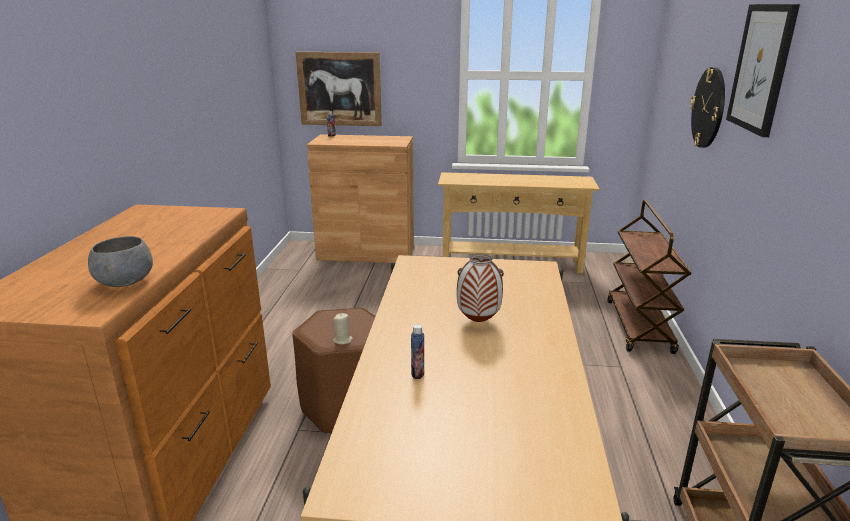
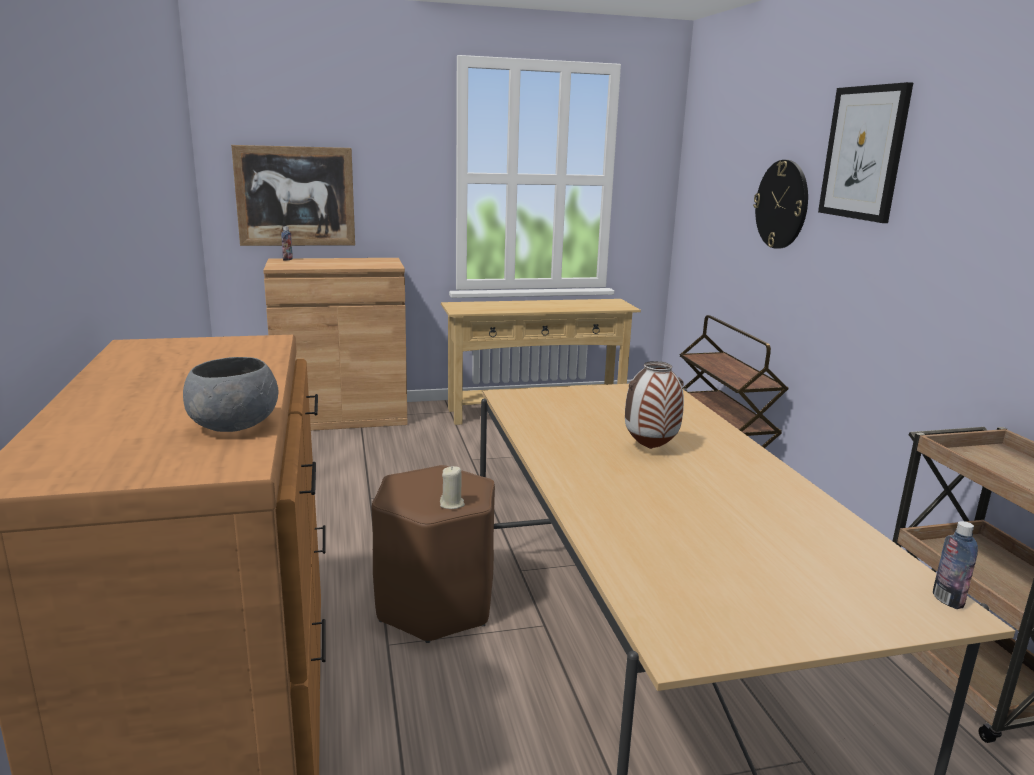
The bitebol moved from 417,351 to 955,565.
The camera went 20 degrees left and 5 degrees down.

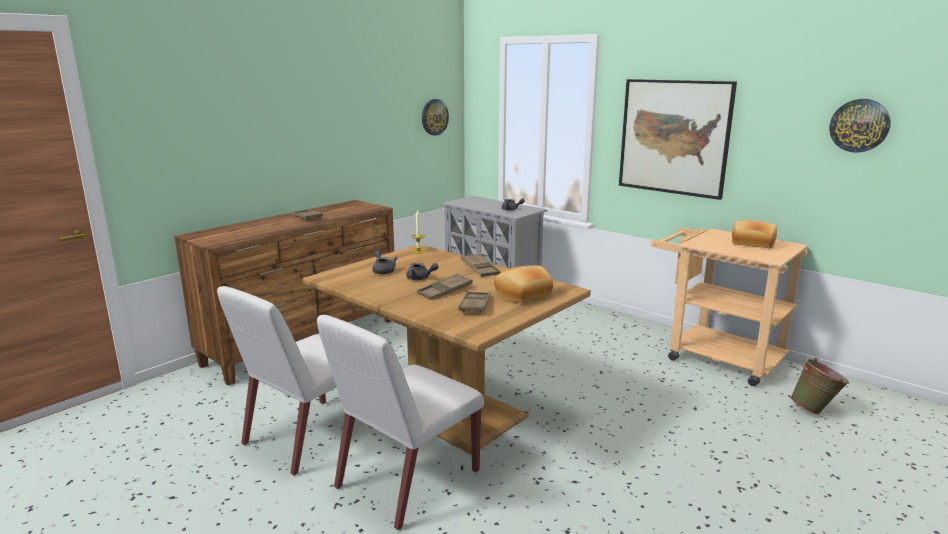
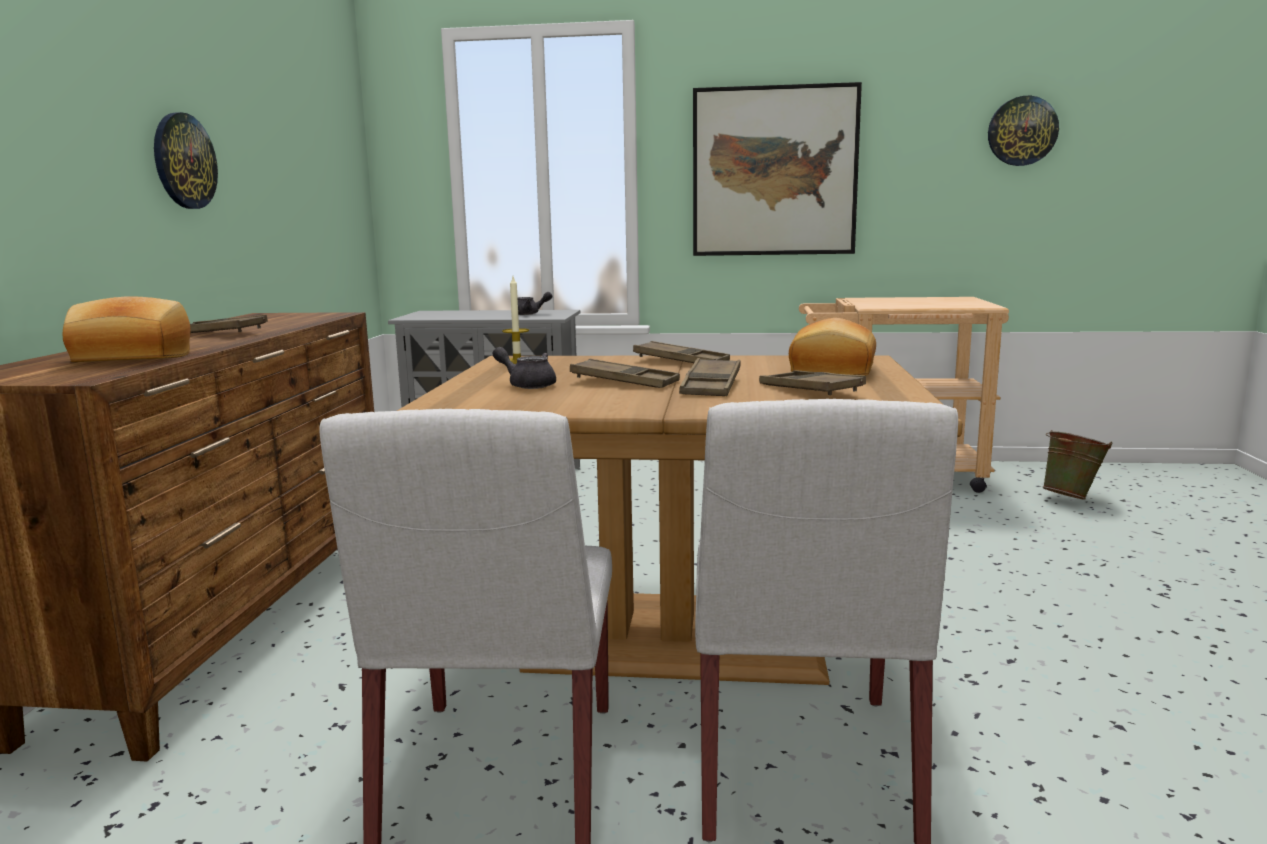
The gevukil moved from 754,234 to 127,329.
The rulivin moved from 435,117 to 186,160.
The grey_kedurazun at 422,271 was replaced by the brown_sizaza at 625,373.
The camera went 35 degrees left and 5 degrees down.

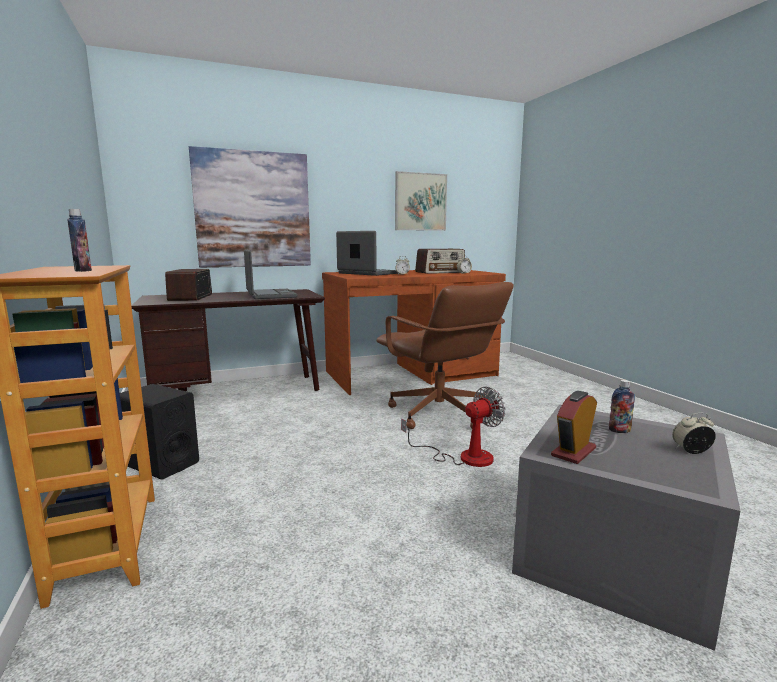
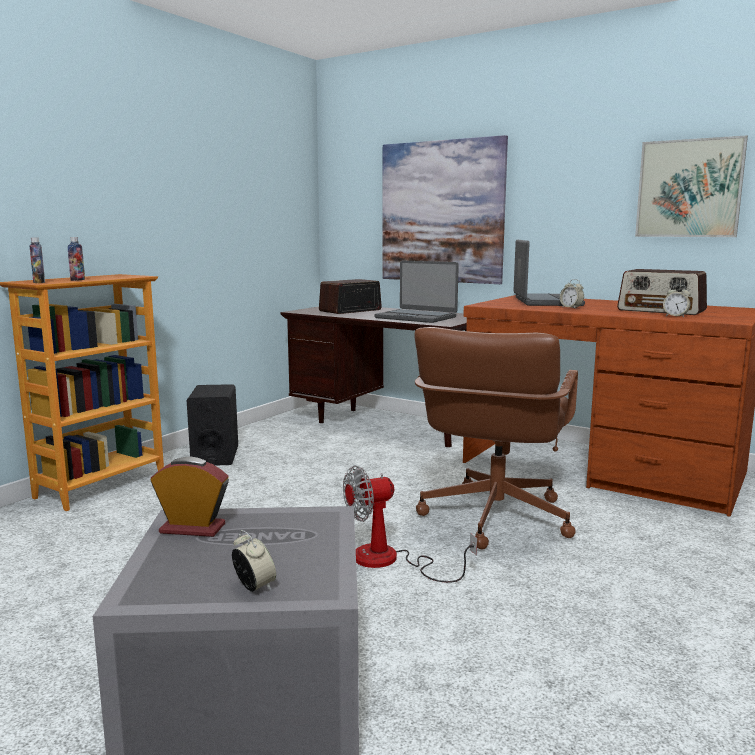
The bitebol moved from 622,406 to 37,260.
The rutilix at 453,427 turned 135 degrees clockwise.
The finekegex at 271,274 turned 90 degrees clockwise.
The camera went 55 degrees right and 0 degrees up.

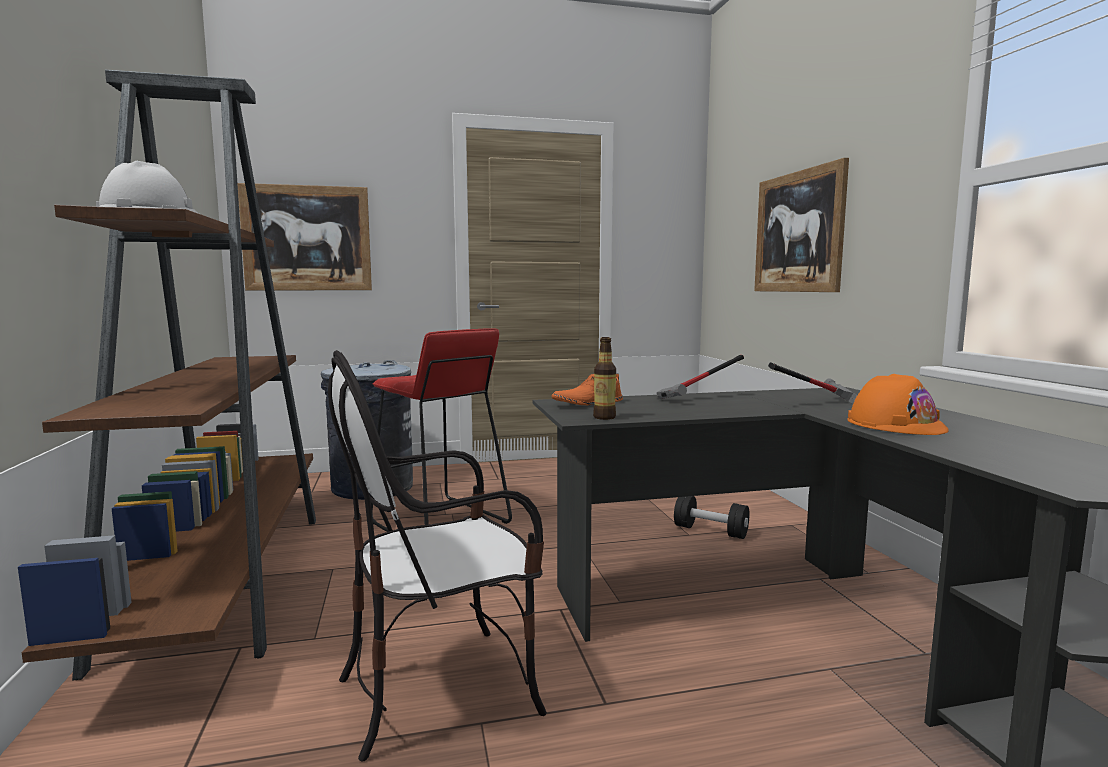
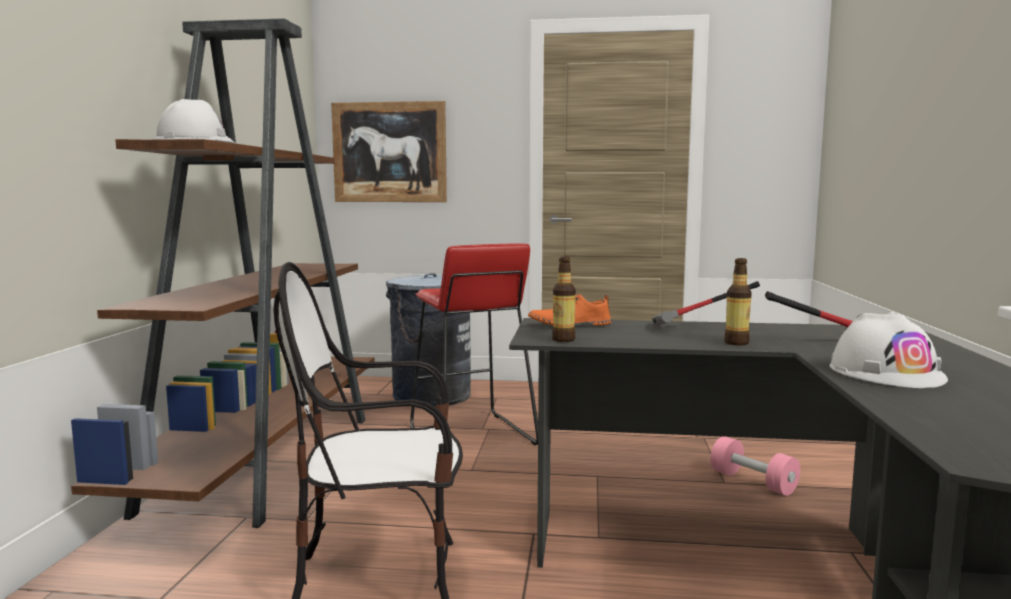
The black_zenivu at 711,517 became the pink_zenivu at 755,466.
The bitebol at 738,301 appeared.
The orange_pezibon at 898,404 became the white_pezibon at 889,350.
The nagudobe at 801,225 disappeared.
The camera went 20 degrees right and 0 degrees up.

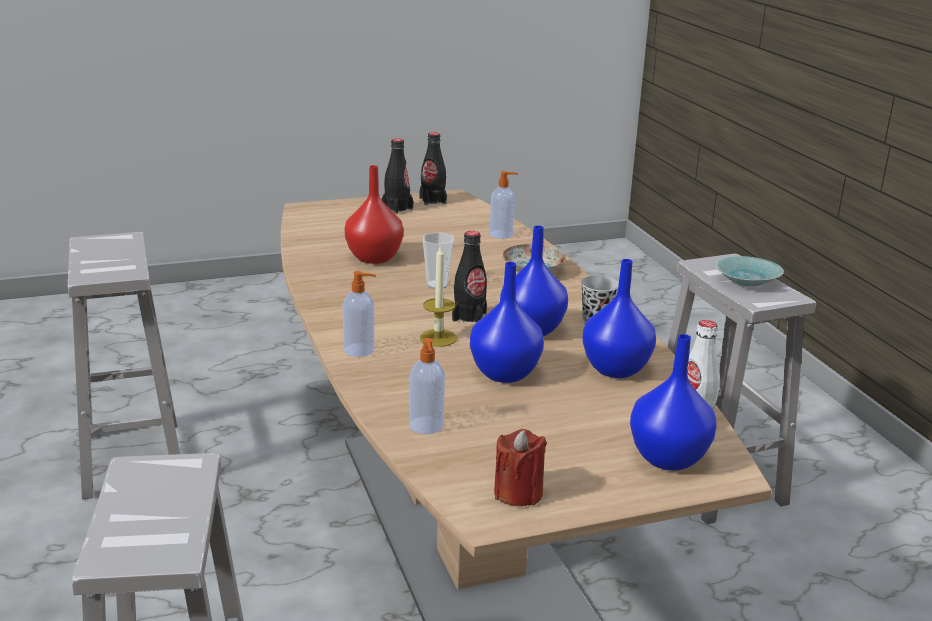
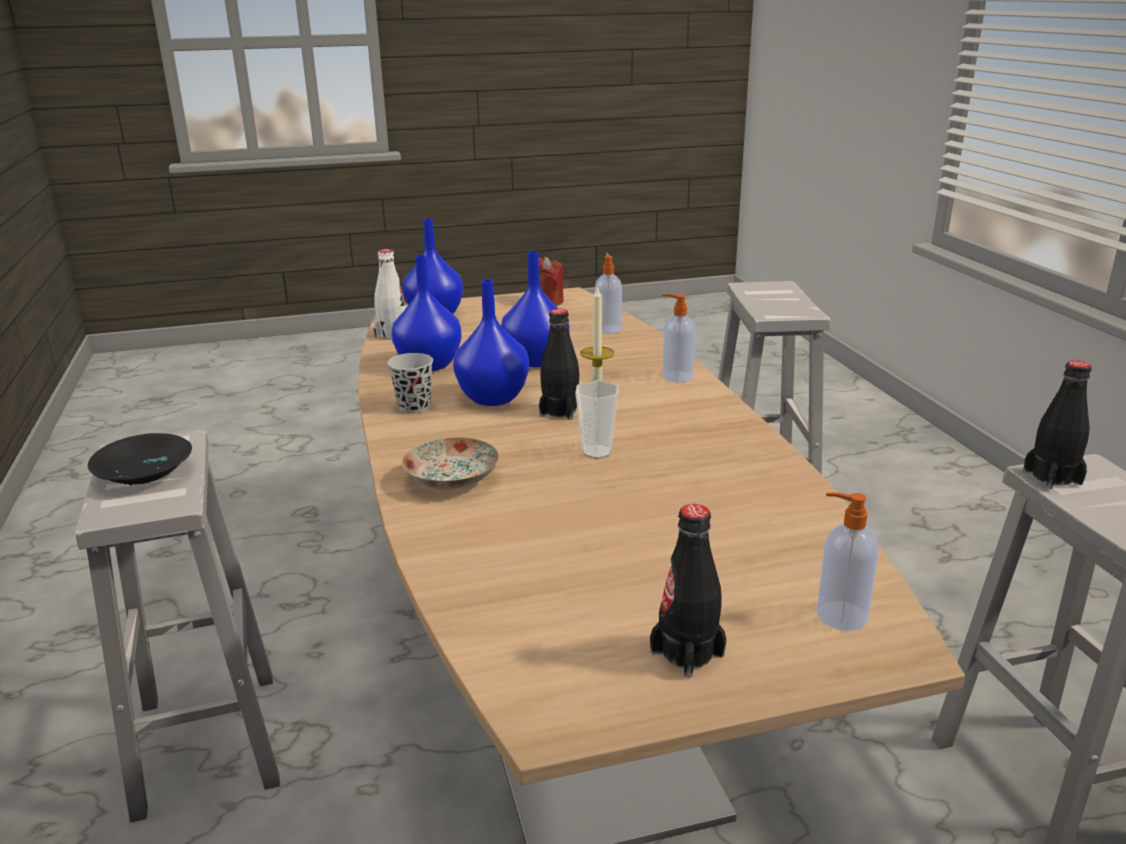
The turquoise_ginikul at 750,271 became the black_ginikul at 140,459.
The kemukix moved from 503,205 to 848,561.
The black_bitebol moved from 433,168 to 1057,424.
The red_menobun at 374,214 disappeared.
The camera went 175 degrees left and 0 degrees up.

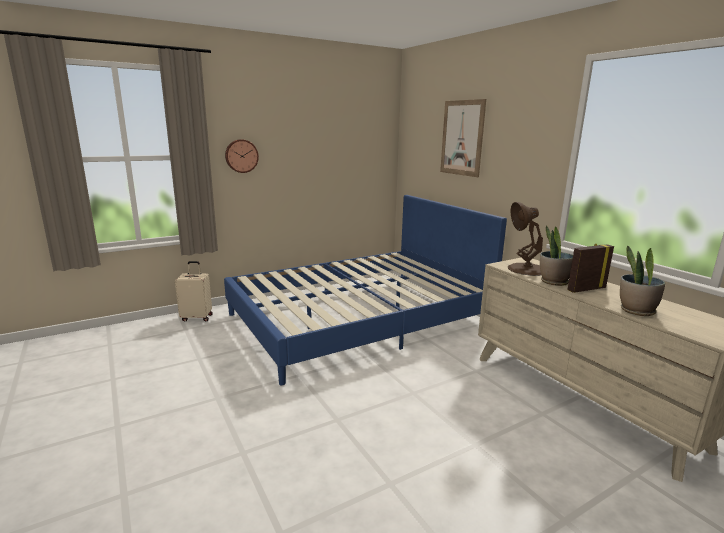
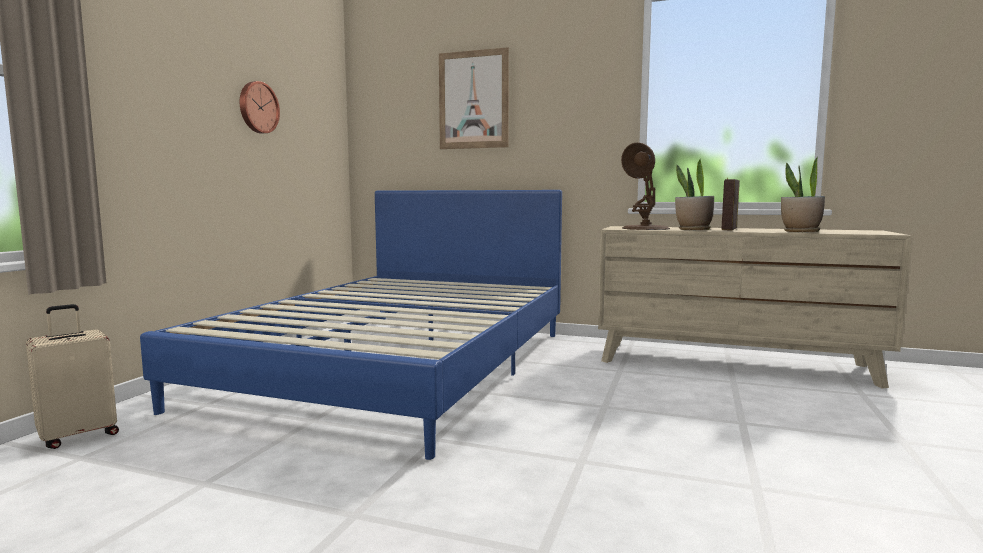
The rulivin moved from 242,156 to 260,107.
The camera went 40 degrees left and 10 degrees down.

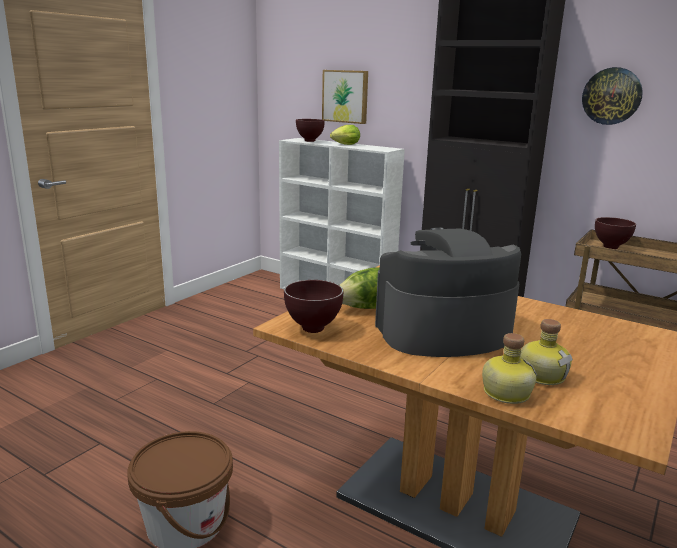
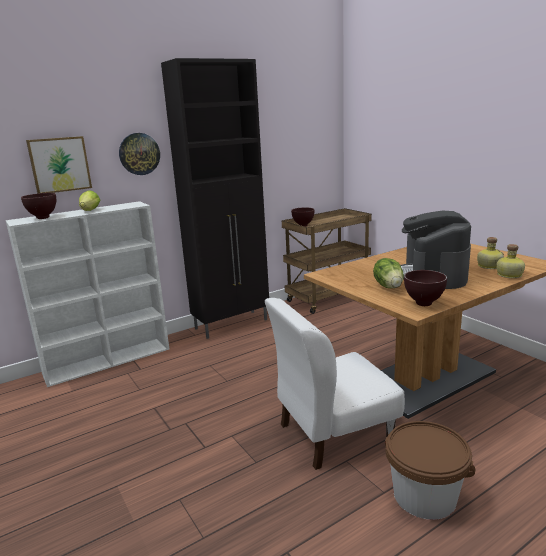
The rulivin moved from 612,96 to 139,154.
The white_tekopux at 335,384 appeared.
The camera went 65 degrees left and 0 degrees up.

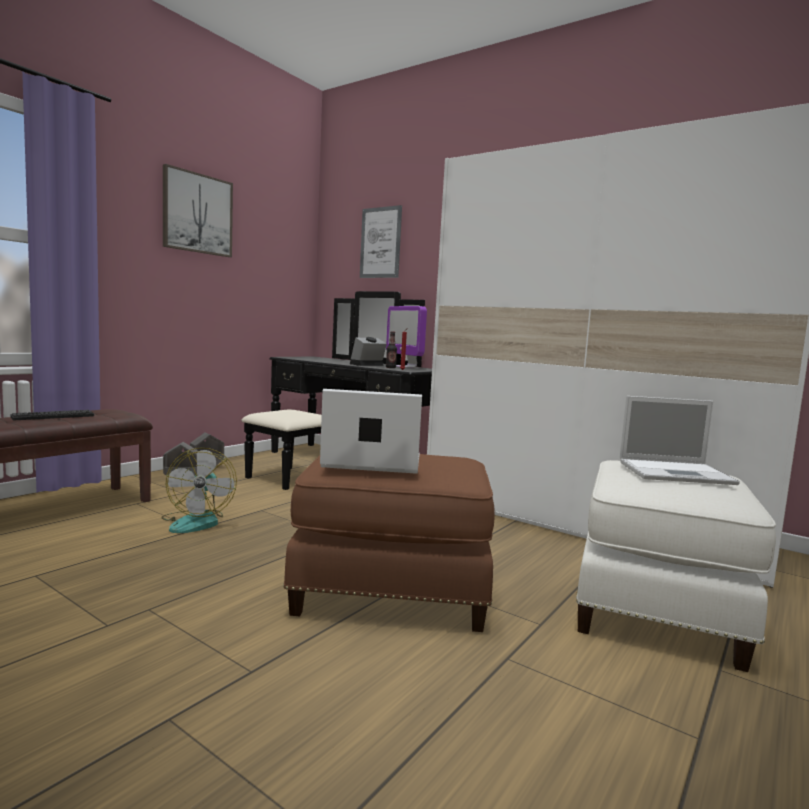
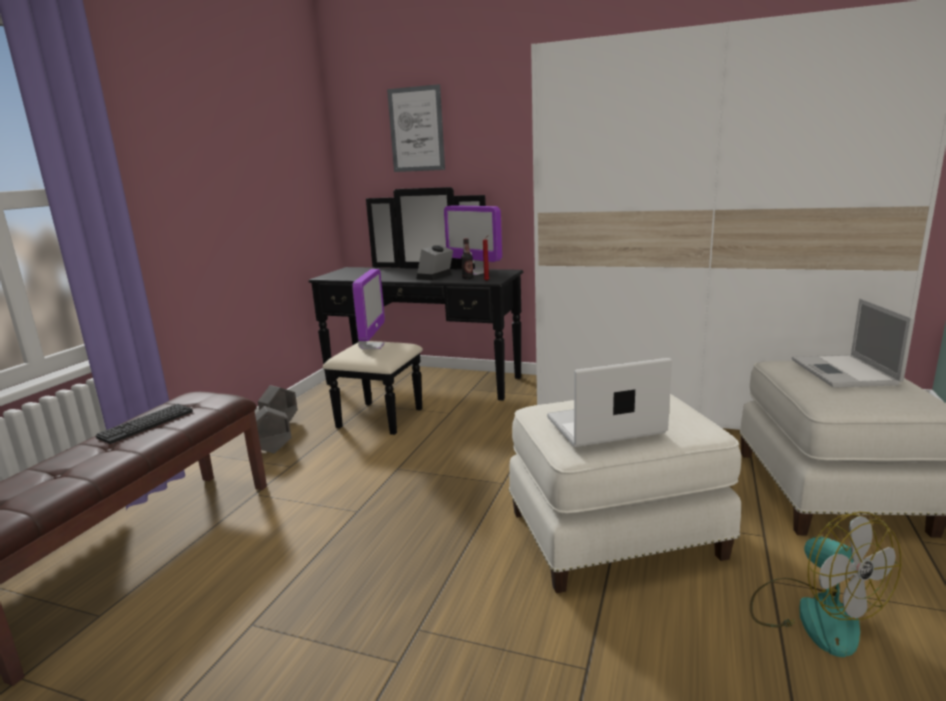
The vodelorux at 368,309 appeared.
The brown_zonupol at 389,543 became the white_zonupol at 625,493.
The rutilix moved from 199,490 to 825,584.
The finekegex at 680,440 turned 105 degrees clockwise.
The nagudobe at 198,210 disappeared.
The camera went 15 degrees left and 10 degrees up.

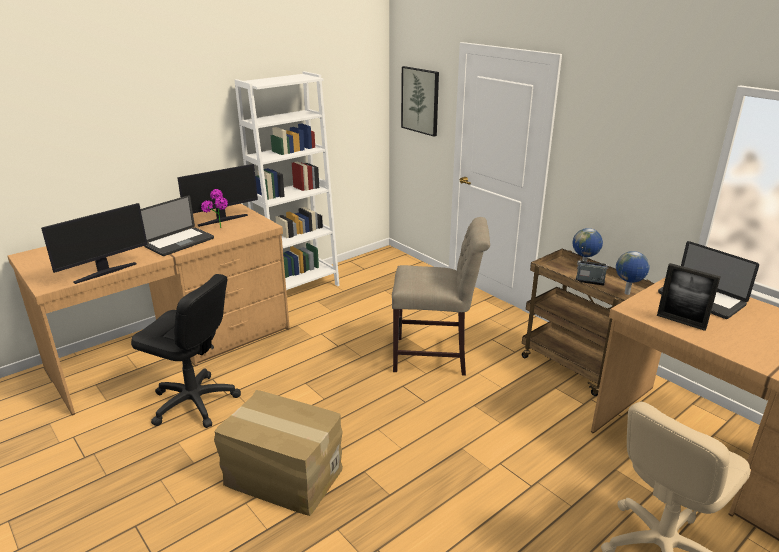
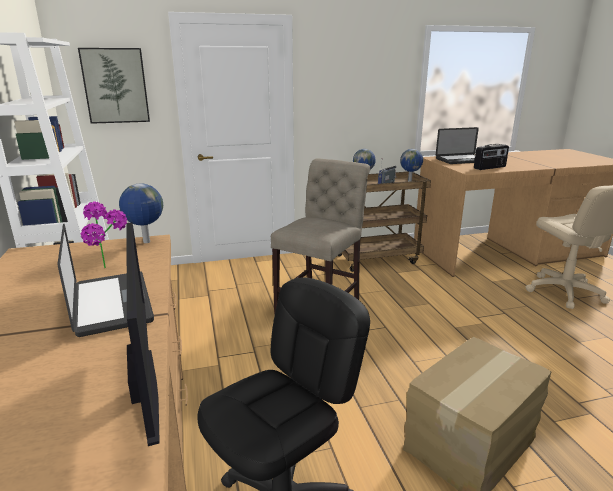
The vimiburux at 141,213 appeared.
The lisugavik at 689,297 was replaced by the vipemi at 491,157.
The vodelorux at 217,195 disappeared.
The camera went 65 degrees left and 5 degrees down.

